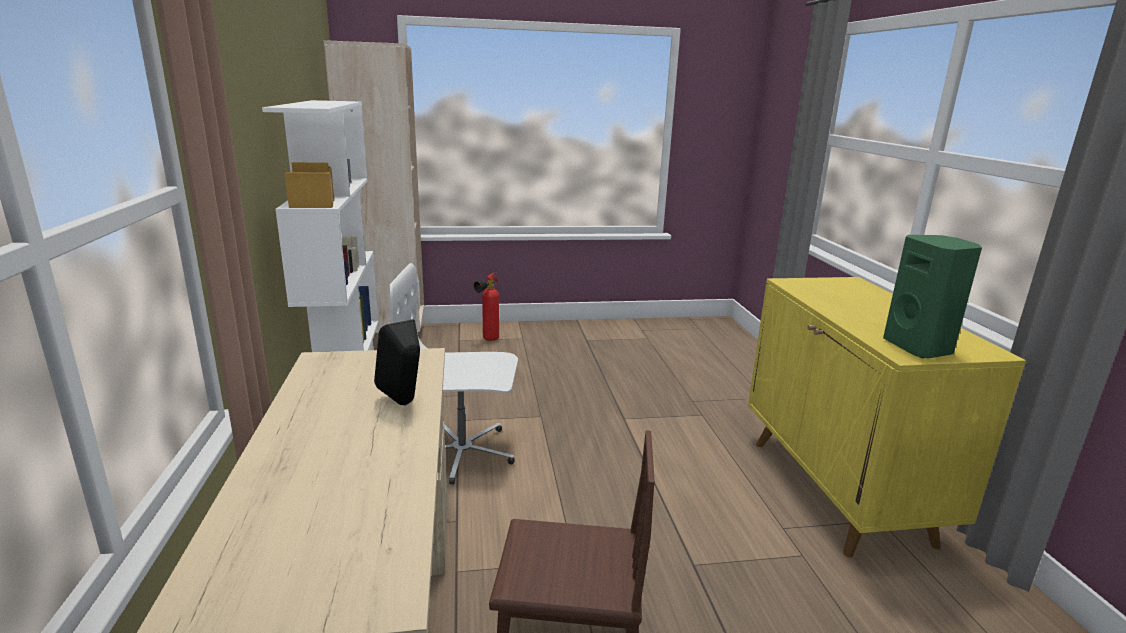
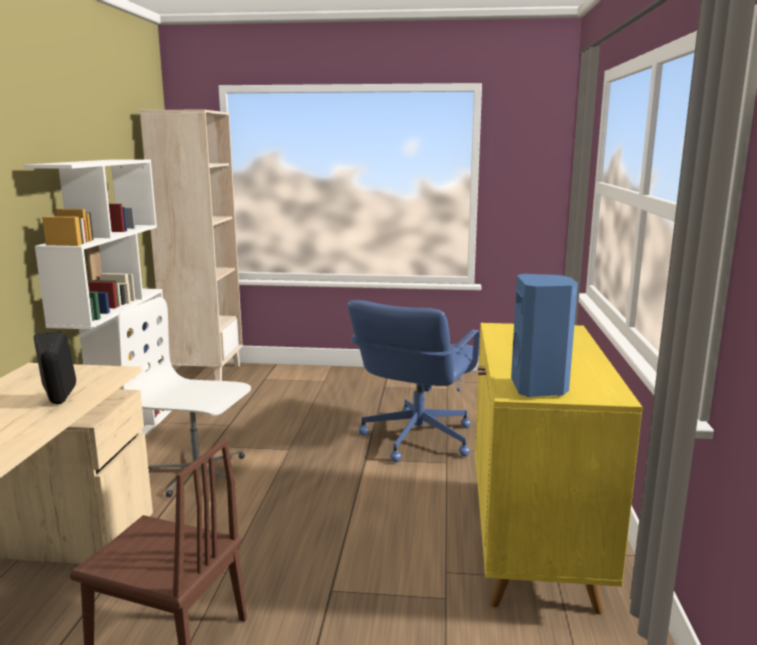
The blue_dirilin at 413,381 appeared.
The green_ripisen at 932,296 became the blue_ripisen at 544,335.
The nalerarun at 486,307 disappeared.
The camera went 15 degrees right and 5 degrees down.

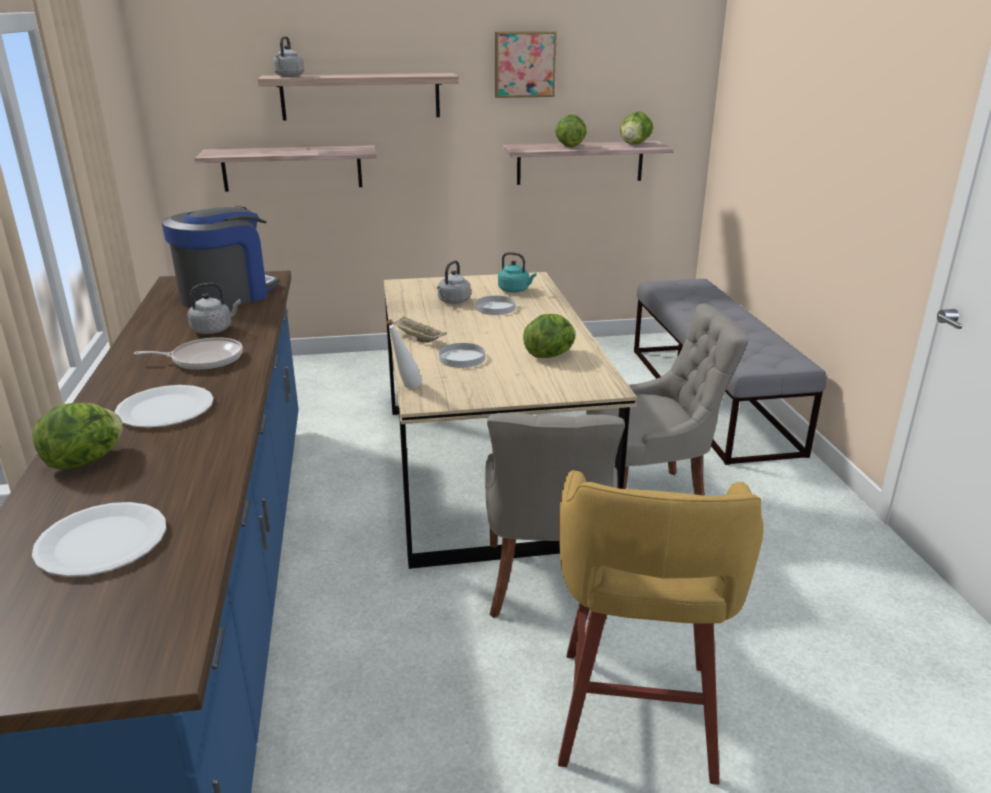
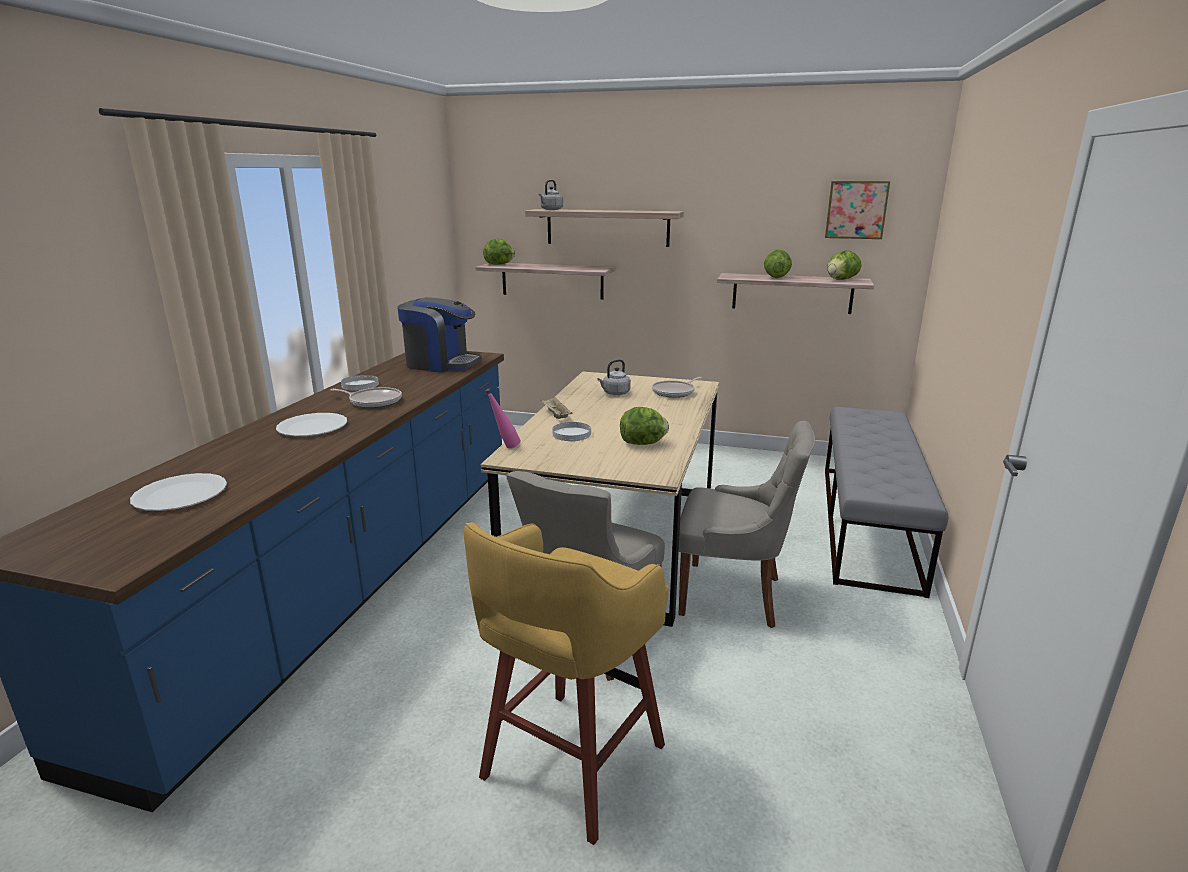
The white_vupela moved from 496,305 to 360,382.
The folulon at 220,257 turned 45 degrees clockwise.
The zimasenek moved from 77,435 to 499,252.
The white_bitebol at 404,354 became the pink_bitebol at 503,418.
The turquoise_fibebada at 517,272 was replaced by the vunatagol at 677,387.
The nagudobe moved from 526,64 to 857,210.
The grey_fibebada at 214,308 disappeared.
The camera went 25 degrees right and 5 degrees down.

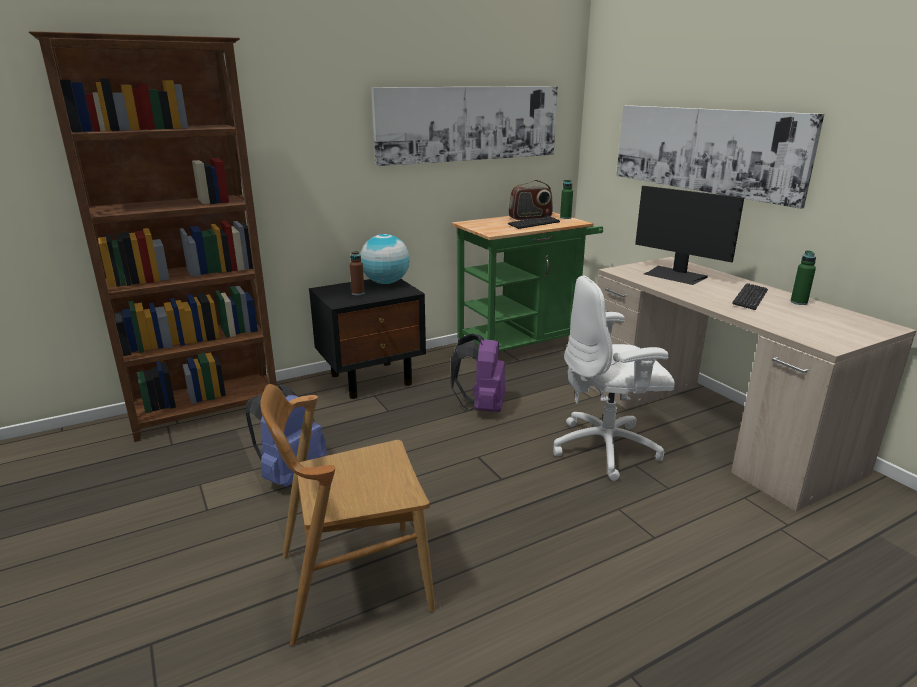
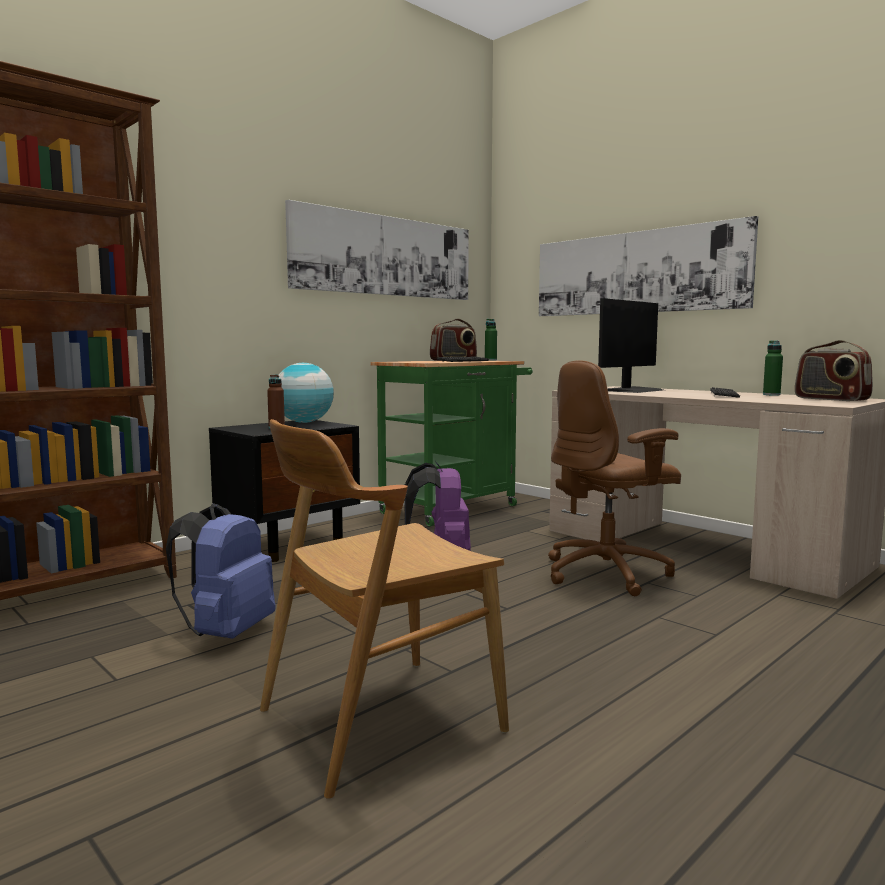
The white_dirilin at 614,378 became the brown_dirilin at 614,478.
The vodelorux at 689,235 turned 75 degrees counterclockwise.
The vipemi at 834,370 appeared.
The camera went 15 degrees left and 15 degrees down.

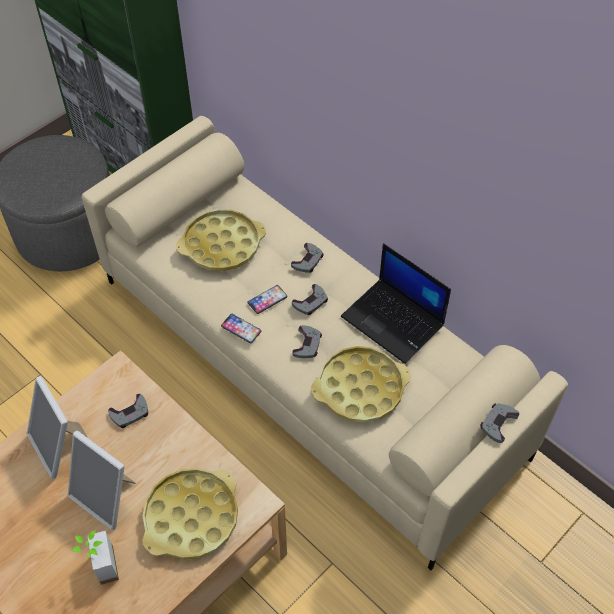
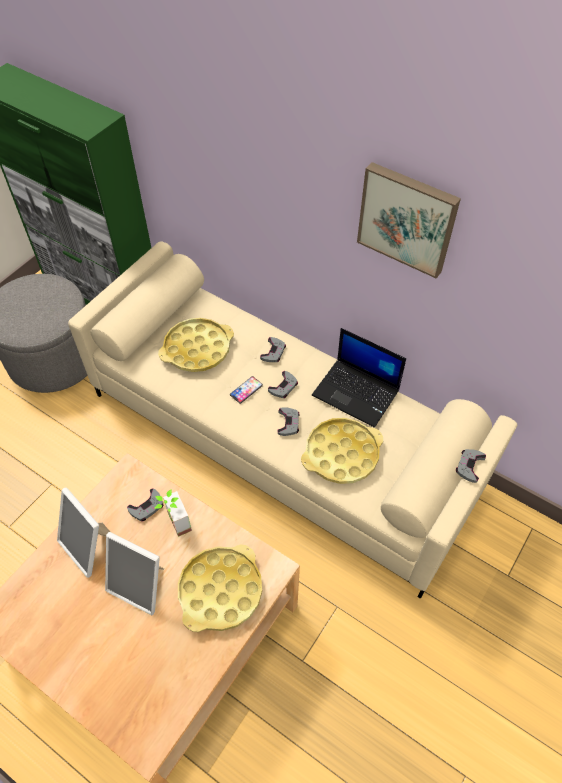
The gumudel moved from 95,557 to 173,513.
The nagudobe at 409,220 appeared.
The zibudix at 241,328 disappeared.
The camera went 10 degrees left and 0 degrees up.

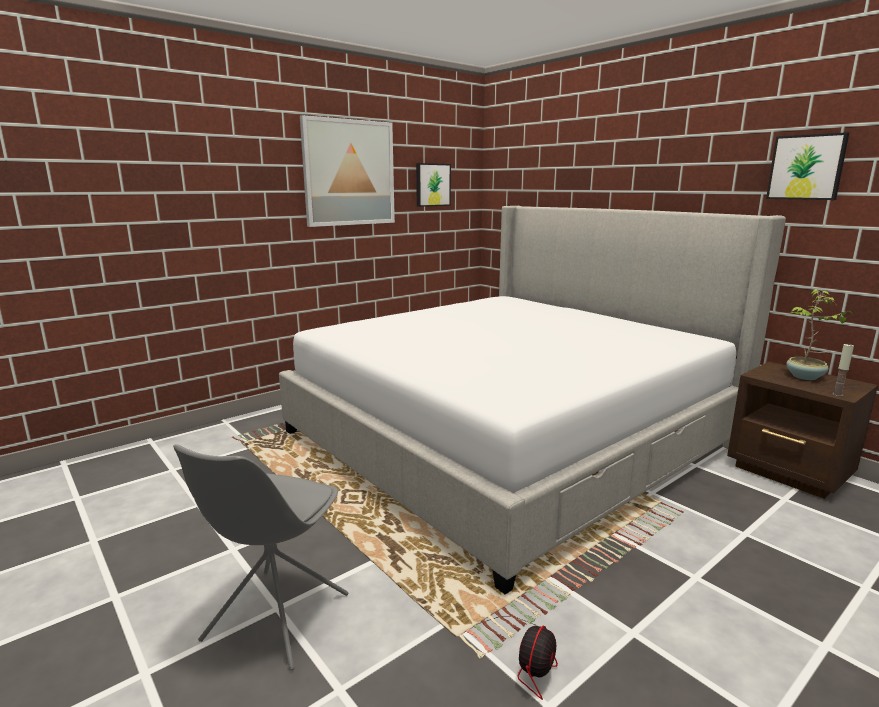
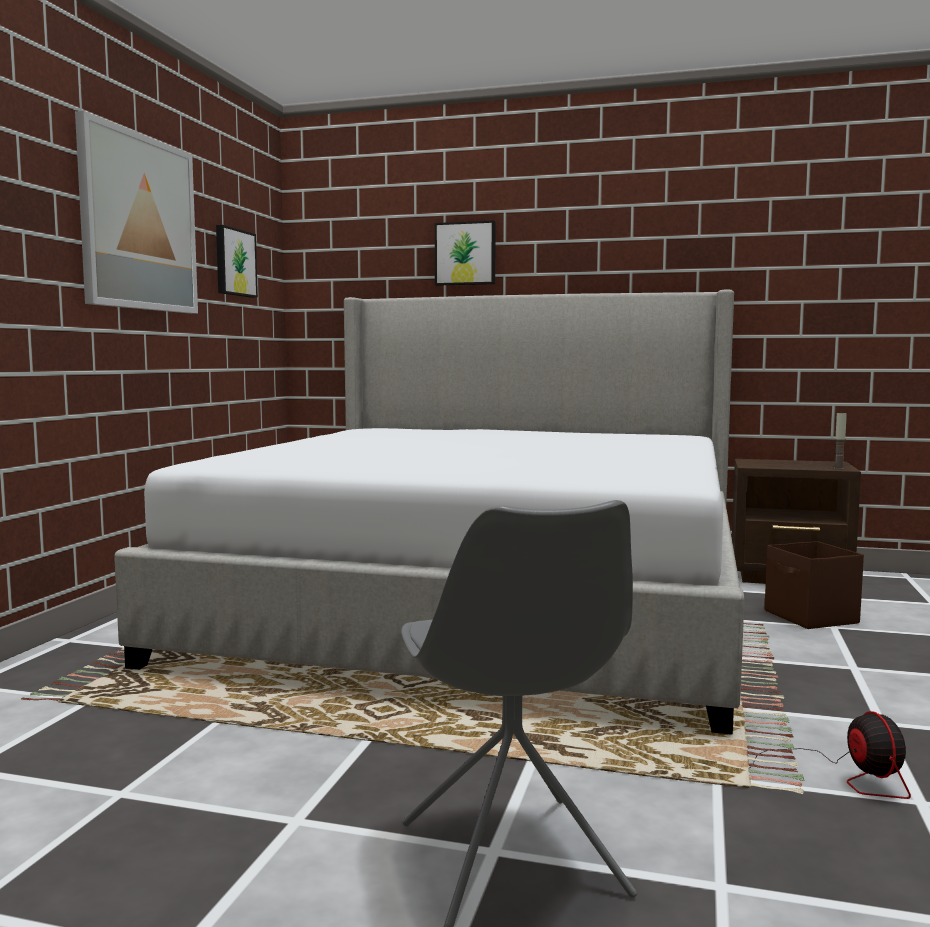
The nagudobe moved from 807,166 to 465,253.
The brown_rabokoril at 814,585 appeared.
The gumudel at 820,334 disappeared.
The camera went 35 degrees left and 10 degrees down.

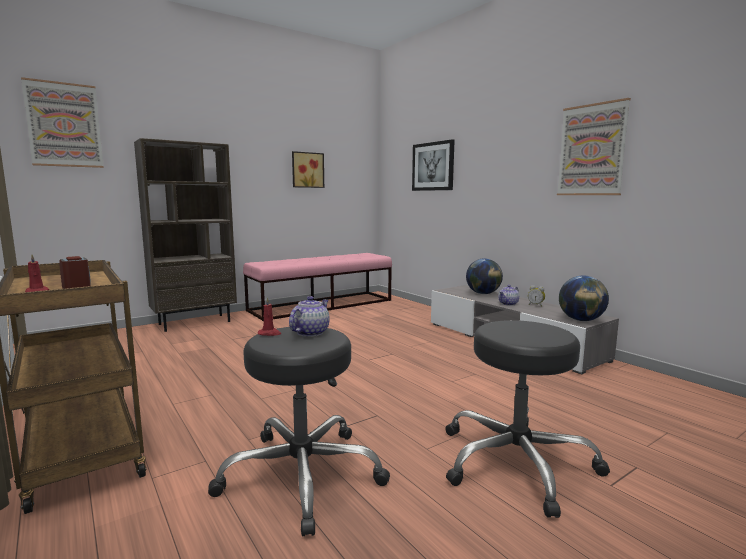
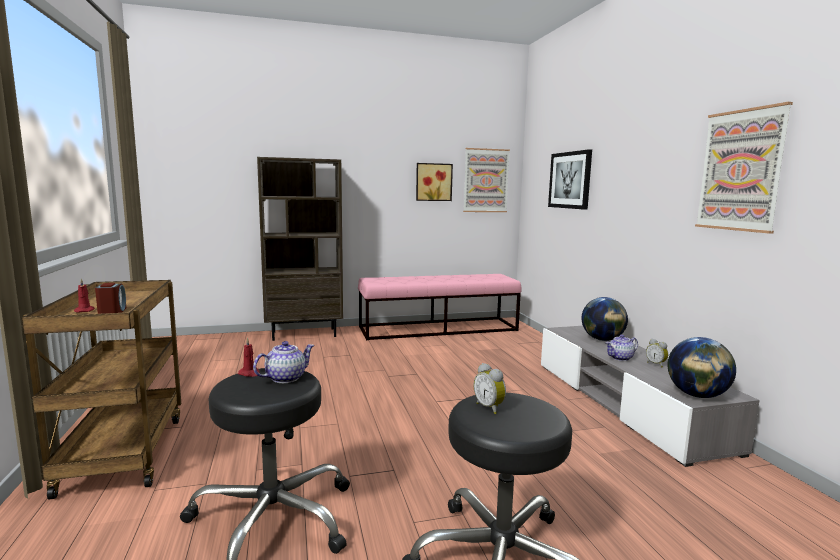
The nagudobe moved from 62,122 to 486,180.
The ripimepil at 490,388 appeared.
The camera went 20 degrees right and 0 degrees up.

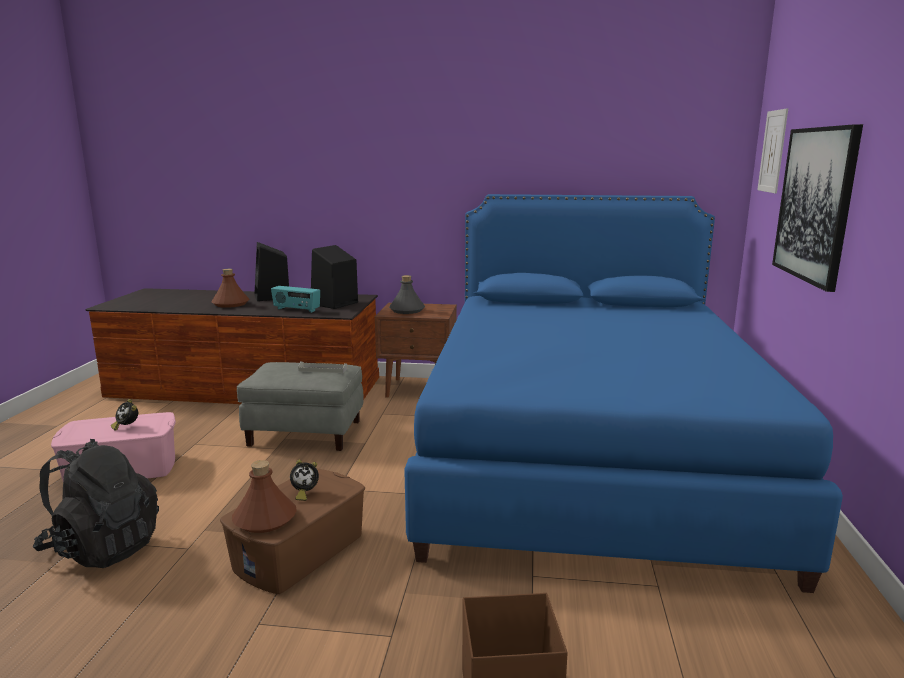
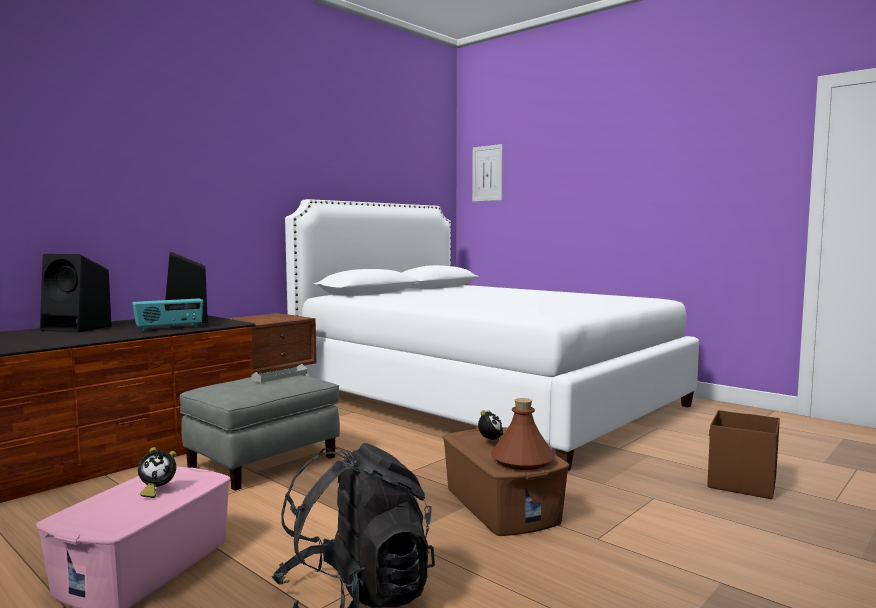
The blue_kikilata at 623,393 became the white_kikilata at 492,335.
The brown_bitebol at 230,288 disappeared.
The grey_bitebol at 407,294 disappeared.
The nagudobe at 817,208 disappeared.
The camera went 55 degrees left and 10 degrees down.

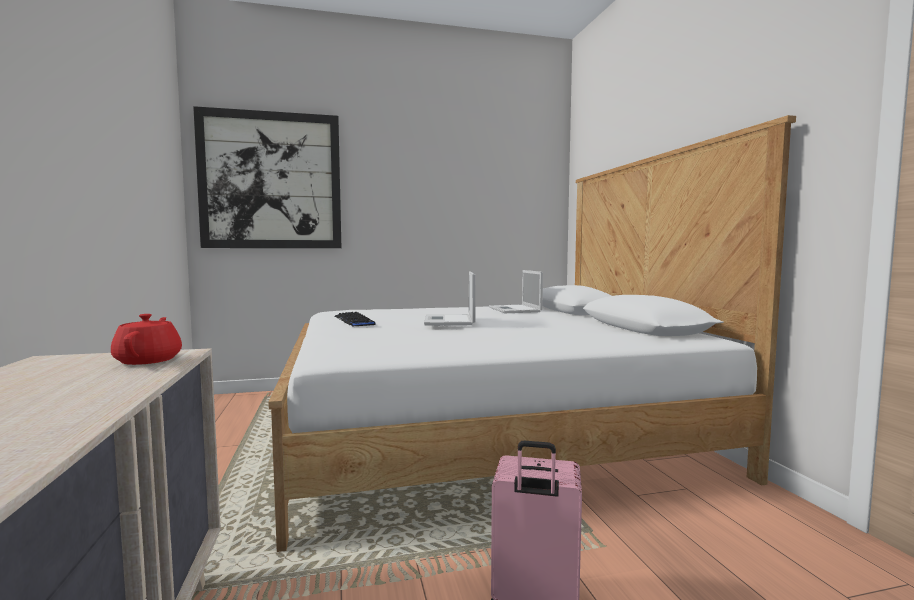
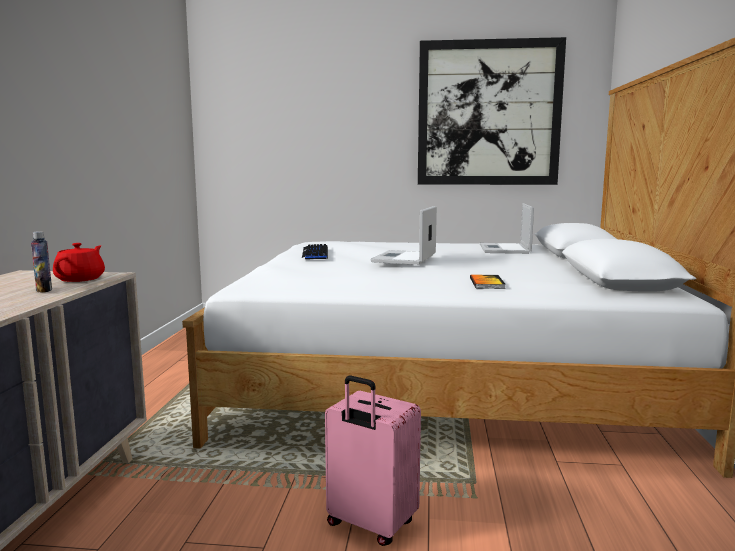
The bitebol at 41,262 appeared.
The nagudobe moved from 267,177 to 492,111.
The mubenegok at 488,281 appeared.
The camera went 20 degrees right and 5 degrees up.

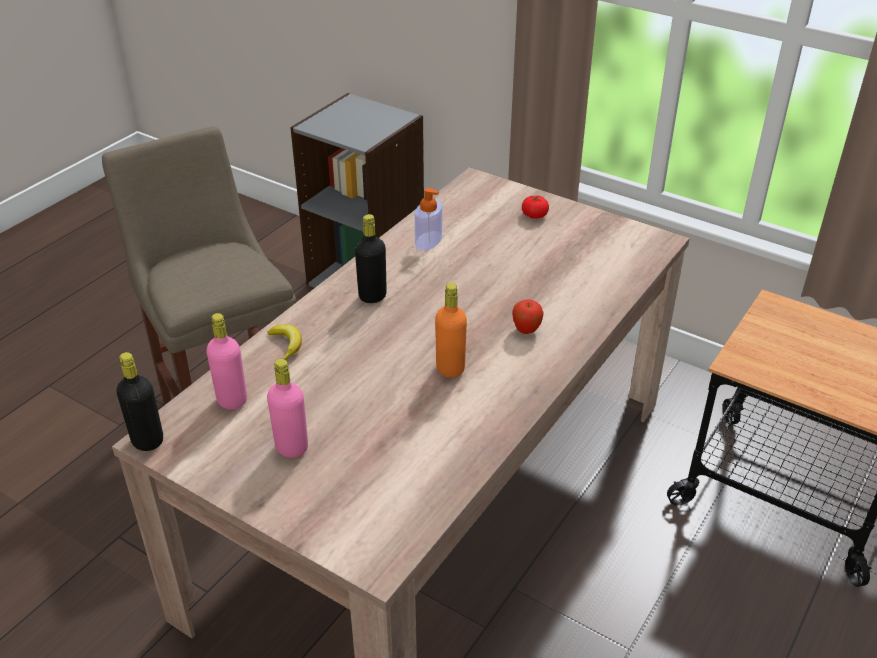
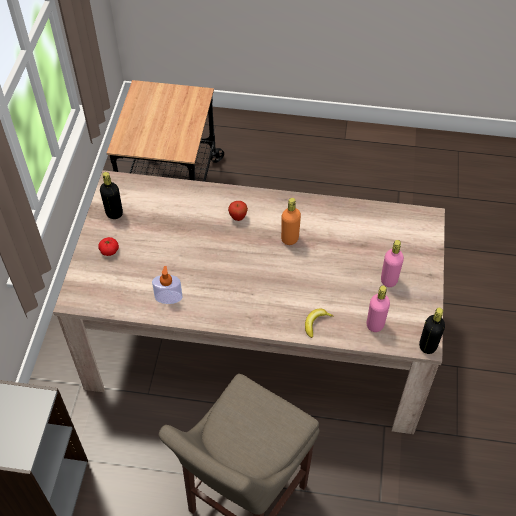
The black_bitebol moved from 371,258 to 111,195.
The camera went 115 degrees left and 15 degrees up.

